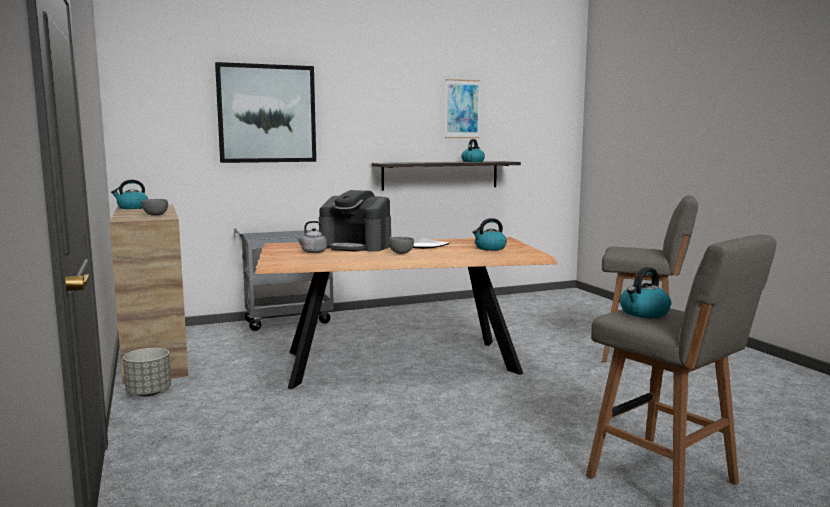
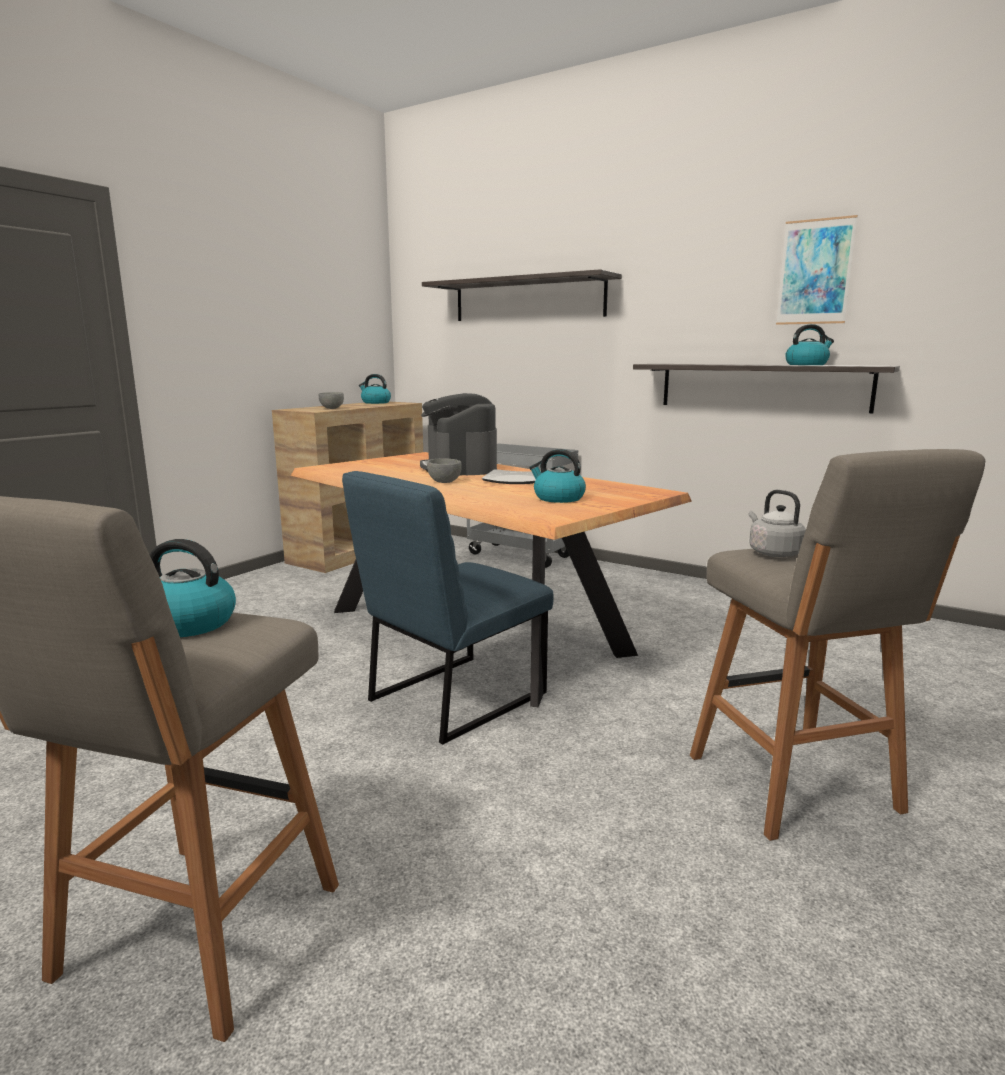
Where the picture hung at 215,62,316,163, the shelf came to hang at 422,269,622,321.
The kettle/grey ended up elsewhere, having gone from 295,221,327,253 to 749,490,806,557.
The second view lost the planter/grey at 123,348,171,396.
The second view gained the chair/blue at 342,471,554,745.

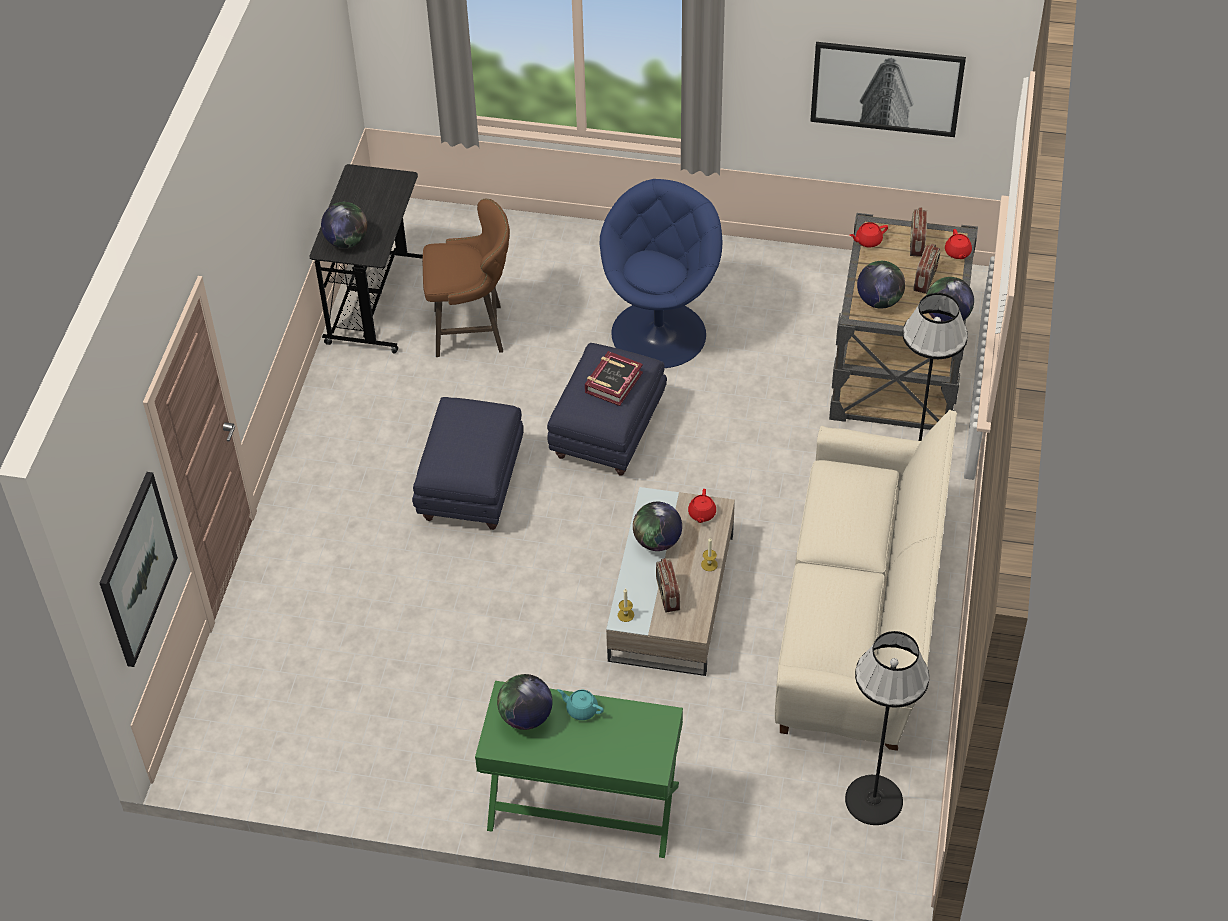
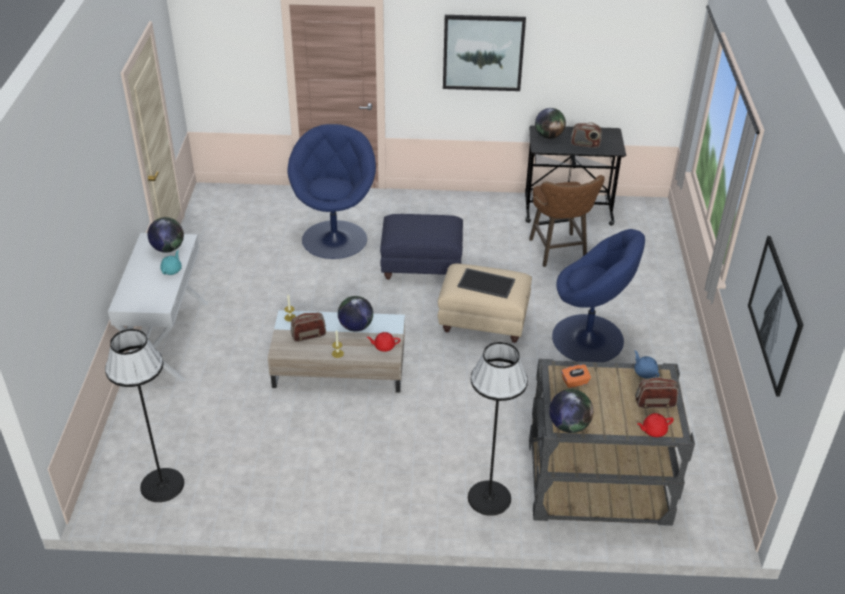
What was the teapot/red at 849,222,888,248 turned into the teapot/blue at 634,350,660,379.
The radio ended up elsewhere, having gone from 913,244,940,294 to 571,122,602,148.
Where the globe stood at 857,261,905,309, the tissue box/orange came to stand at 561,364,591,388.
What was the ottoman/blue at 547,343,667,475 turned into the ottoman/beige at 437,263,532,343.
Where the book stood at 585,351,643,406, the tray came to stand at 457,268,515,298.
The second view lost the sofa/beige at 775,410,957,751.
The picture ended up elsewhere, having gone from 100,472,178,667 to 443,15,526,91.
What was the console table/green at 475,681,683,858 turned into the console table/white at 108,233,208,382.
The second view gained the armchair/blue at 287,124,376,259.

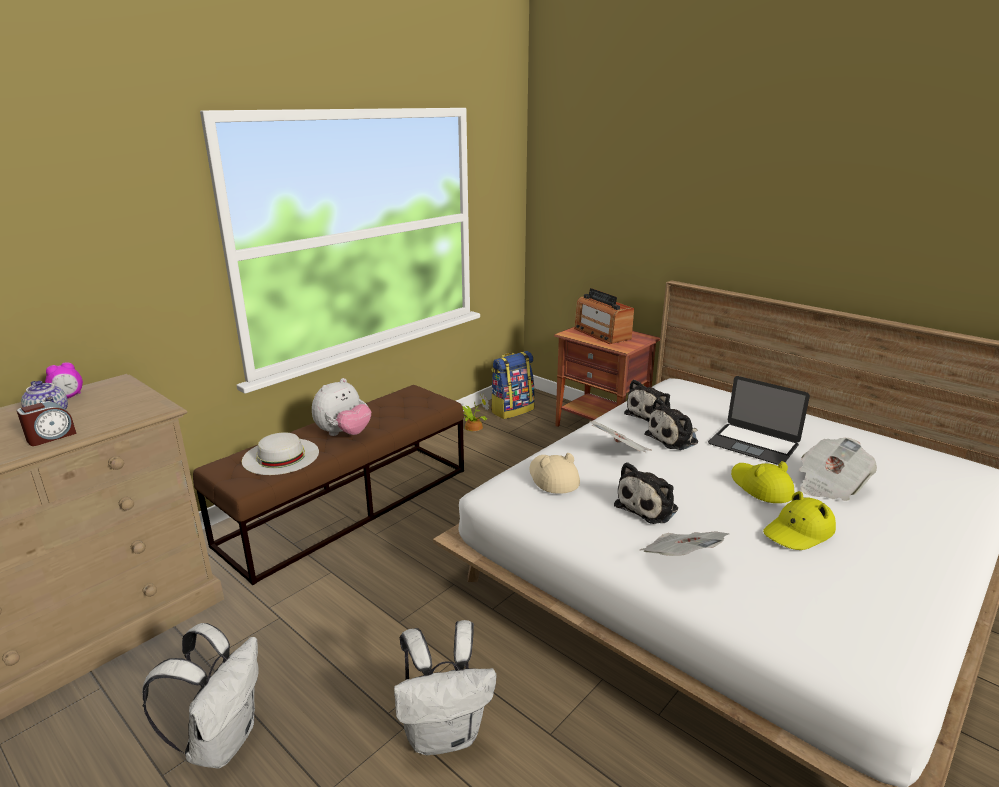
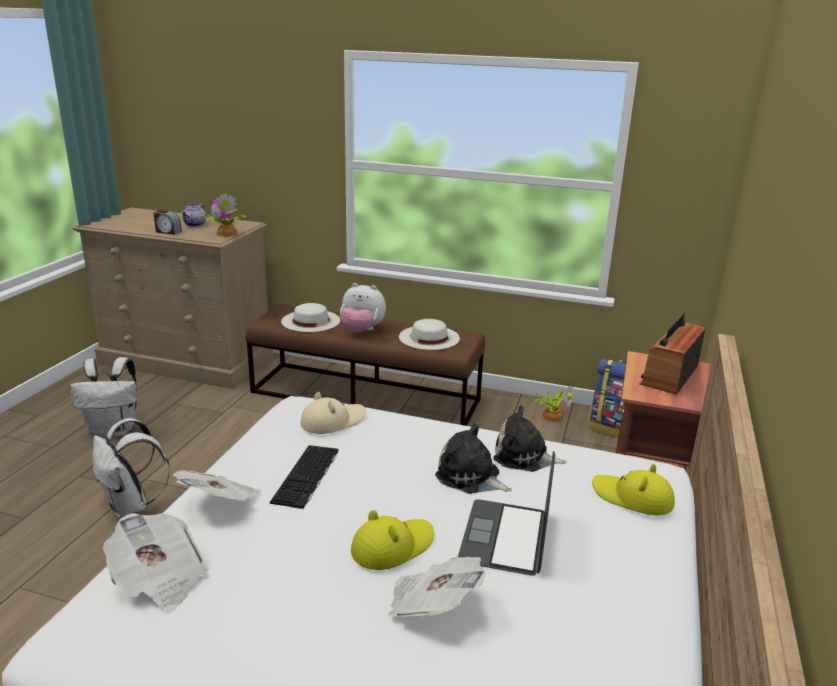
The newspaper ended up elsewhere, having gone from 589,421,652,452 to 103,513,207,610.
Where the plush toy stood at 614,462,678,524, the keyboard came to stand at 270,445,339,509.
The hat/yellow ended up elsewhere, having gone from 763,491,836,550 to 592,464,675,515.
The second view gained the potted plant at 203,193,246,237.
The second view gained the hat/white at 399,319,460,350.

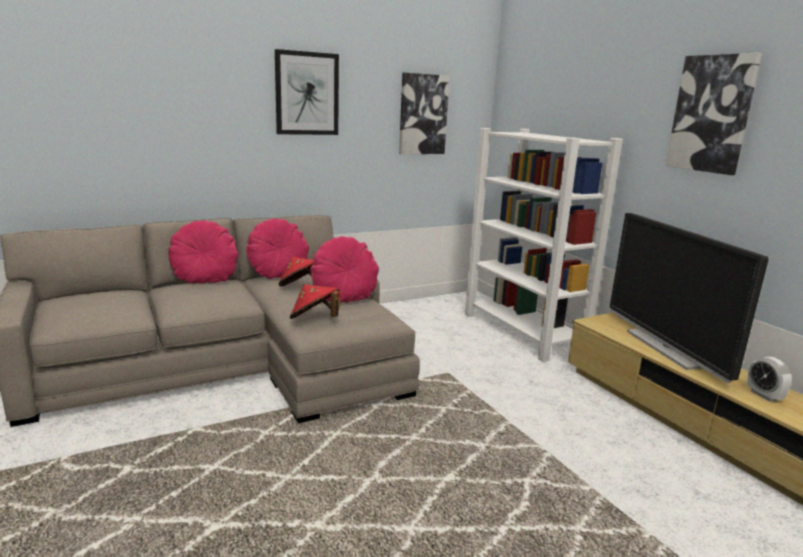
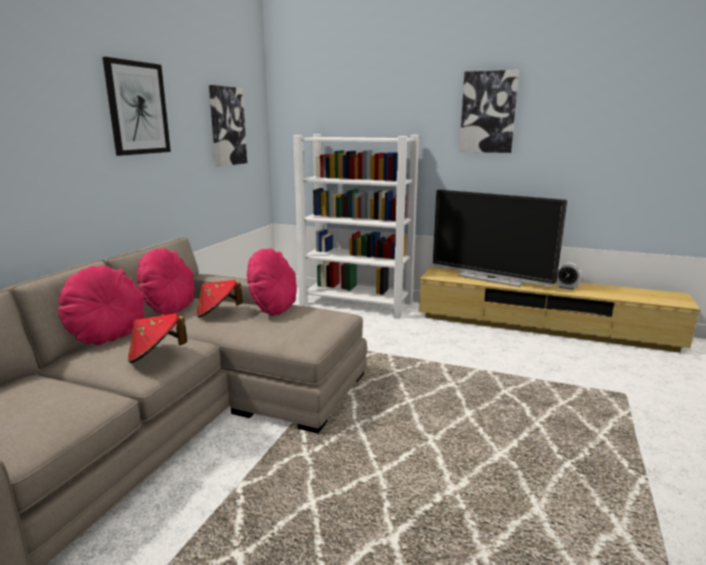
The hat/red ended up elsewhere, having gone from 290,284,340,319 to 128,313,187,364.

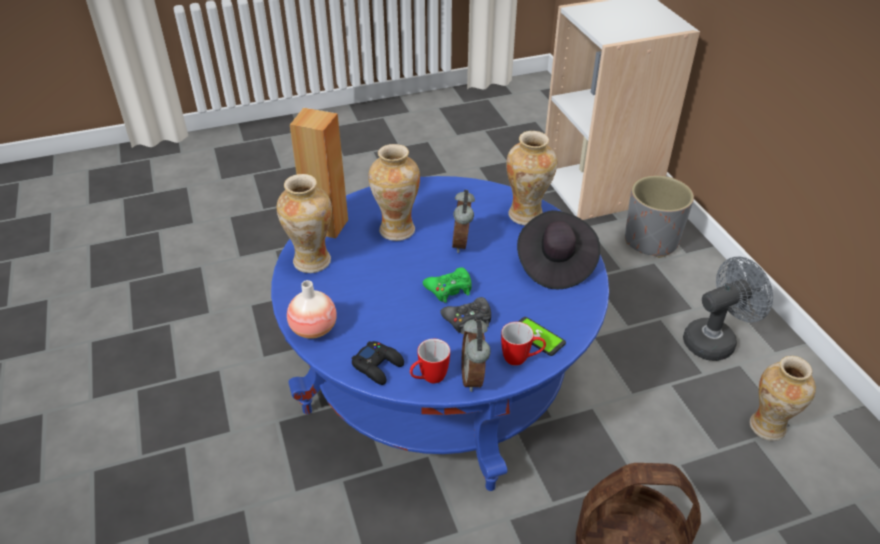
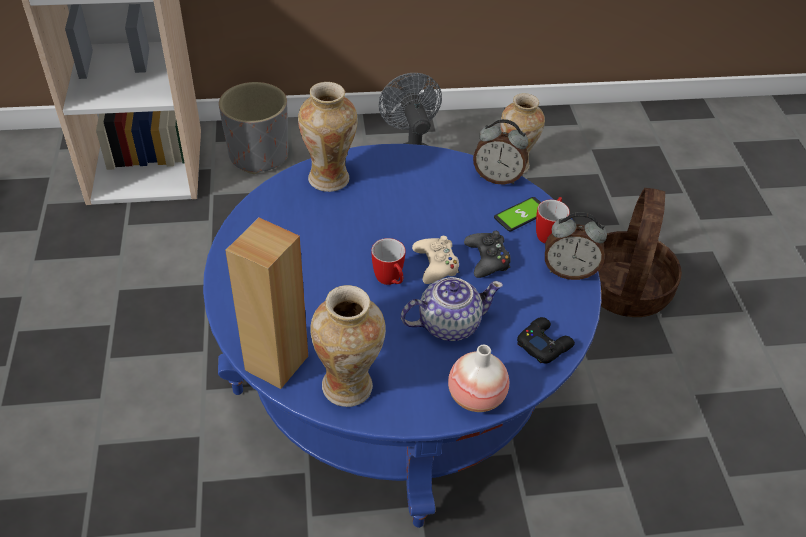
The second view lost the vase at 368,144,420,241.
The alarm clock ended up elsewhere, having gone from 452,190,475,253 to 473,119,528,185.
The second view lost the hat/black at 517,210,600,289.
What was the game controller/green at 423,267,472,303 turned into the game controller/beige at 412,236,459,284.
The mug ended up elsewhere, having gone from 410,339,450,383 to 371,238,406,285.
The second view gained the teapot at 401,277,503,341.

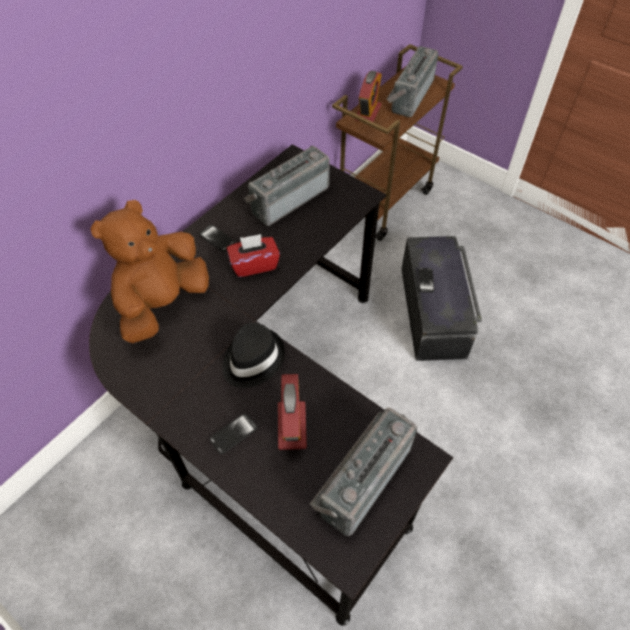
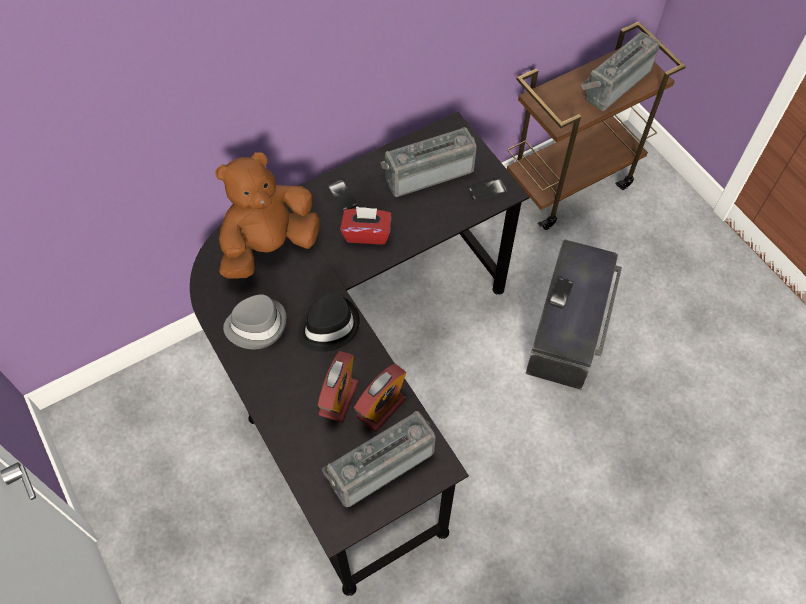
The alarm clock ended up elsewhere, having gone from 355,71,382,122 to 354,364,406,432.
The phone ended up elsewhere, having gone from 210,413,257,454 to 468,179,507,201.
The second view gained the hat/grey at 223,294,286,349.

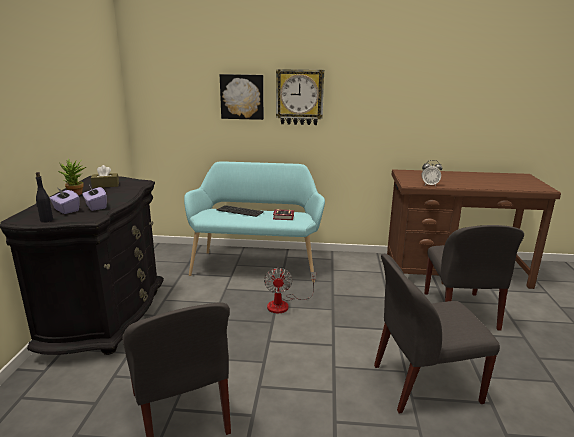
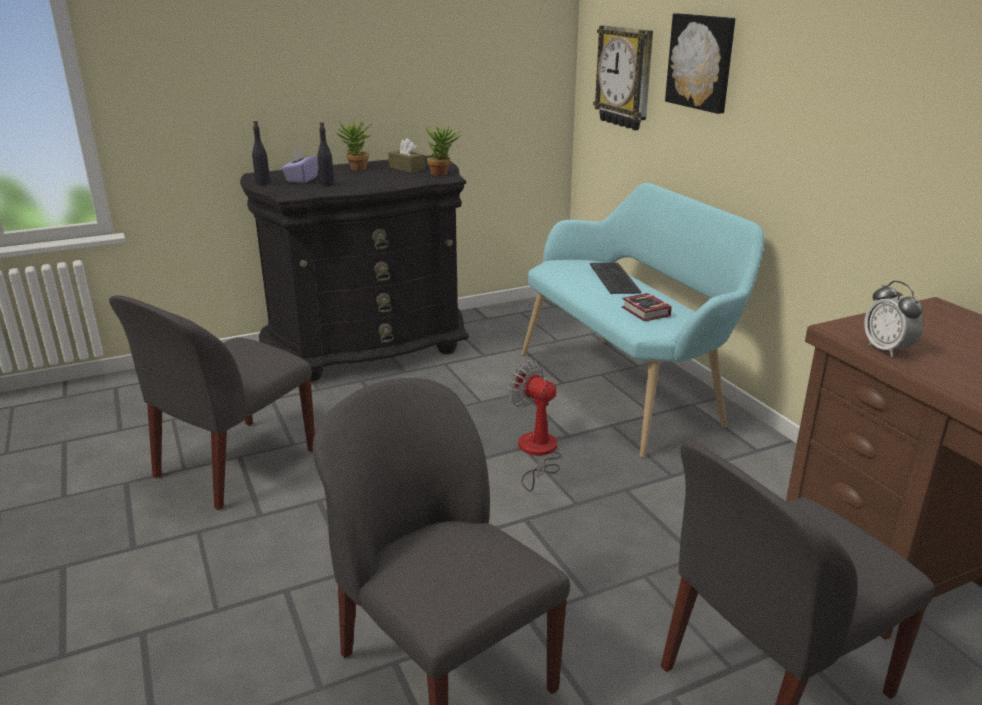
The wall clock ended up elsewhere, having gone from 276,69,324,125 to 593,25,653,130.
Where the tissue box/purple stood at 82,185,107,211, the bottle/black came to stand at 317,122,334,187.
The fan at 264,267,316,313 ended up facing another way, 75 degrees clockwise from before.
The second view gained the potted plant at 424,125,461,176.

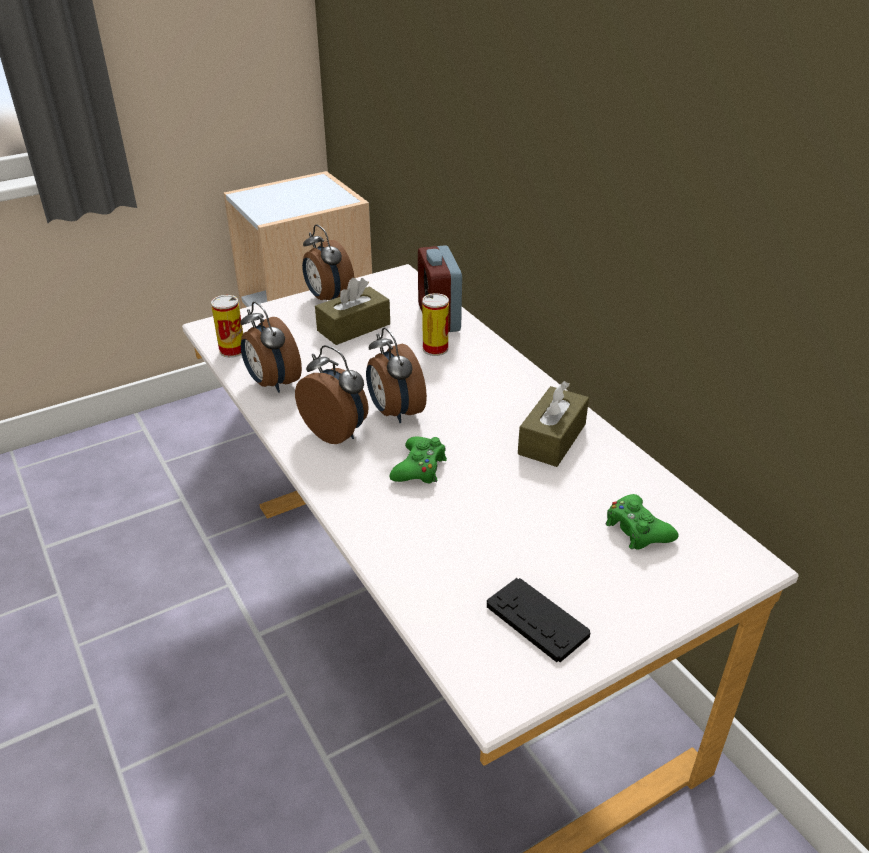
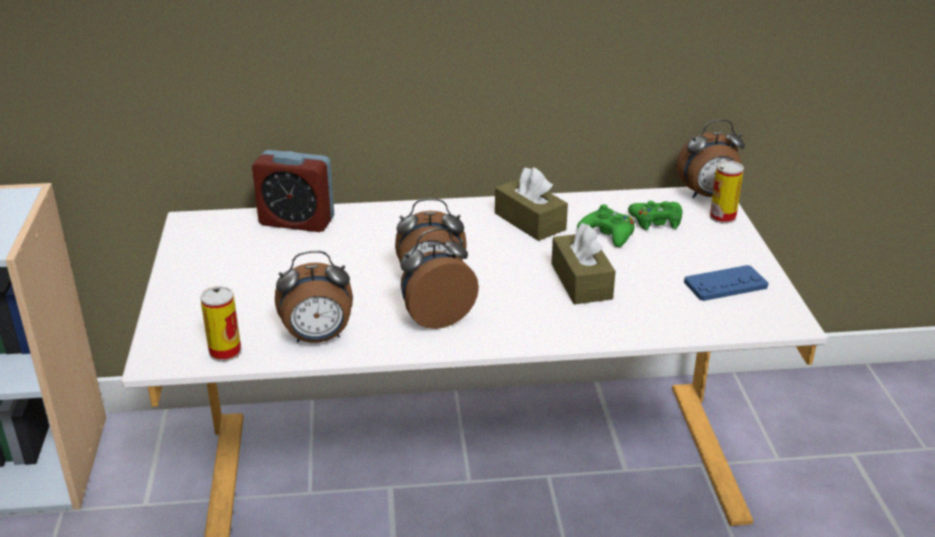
The alarm clock ended up elsewhere, having gone from 302,224,354,300 to 677,119,745,198.
The tissue box/brown ended up elsewhere, having gone from 315,278,390,345 to 551,223,616,304.
The can ended up elsewhere, having gone from 422,293,449,356 to 710,161,744,224.
The game controller/green ended up elsewhere, having gone from 389,437,447,483 to 577,204,635,247.
What was the game controller/black at 487,578,590,662 turned into the game controller/blue at 684,265,768,301.

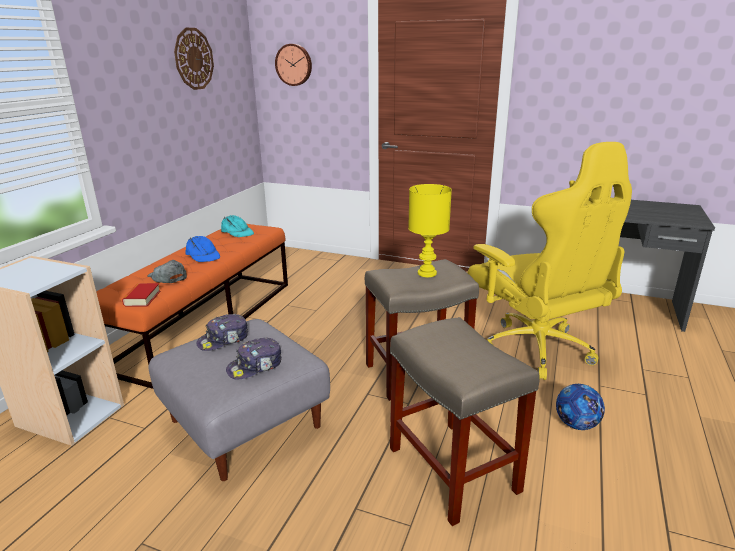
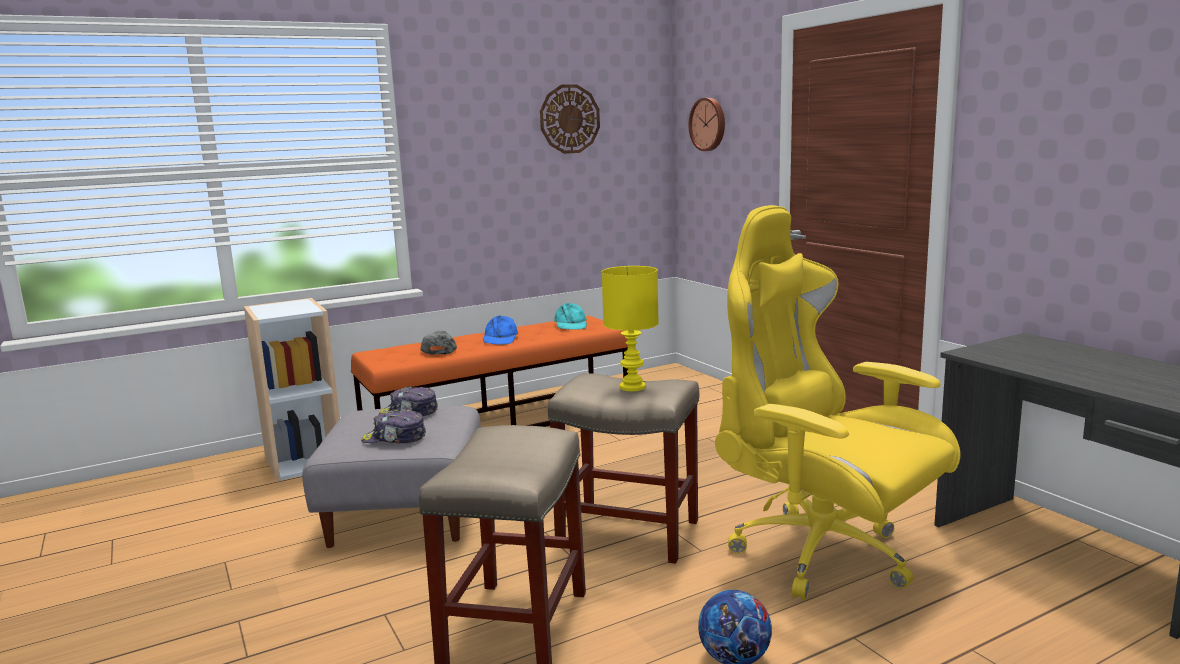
The office chair/yellow at 468,142,632,380 ended up facing another way, 120 degrees clockwise from before.
The second view lost the book at 122,283,160,307.

